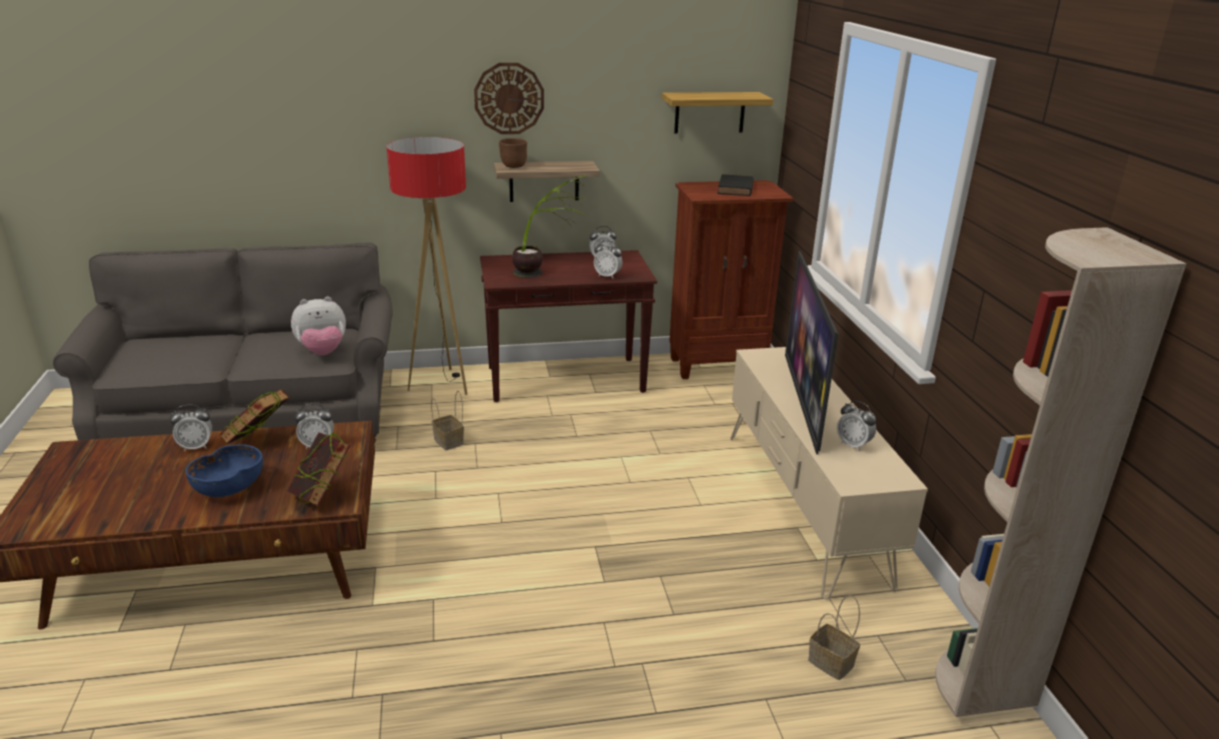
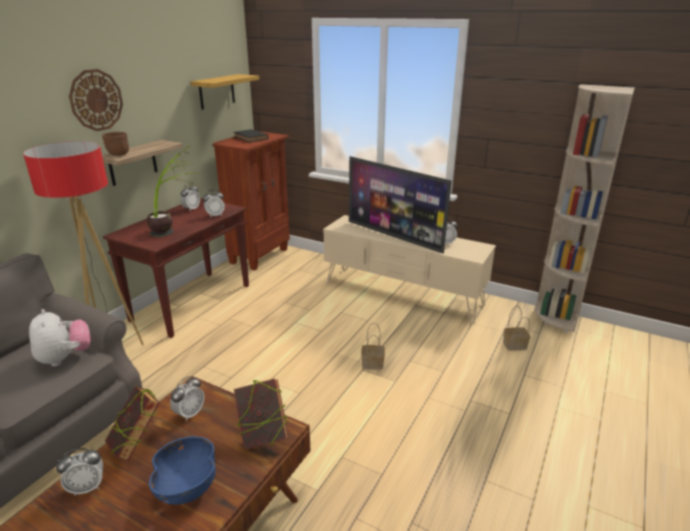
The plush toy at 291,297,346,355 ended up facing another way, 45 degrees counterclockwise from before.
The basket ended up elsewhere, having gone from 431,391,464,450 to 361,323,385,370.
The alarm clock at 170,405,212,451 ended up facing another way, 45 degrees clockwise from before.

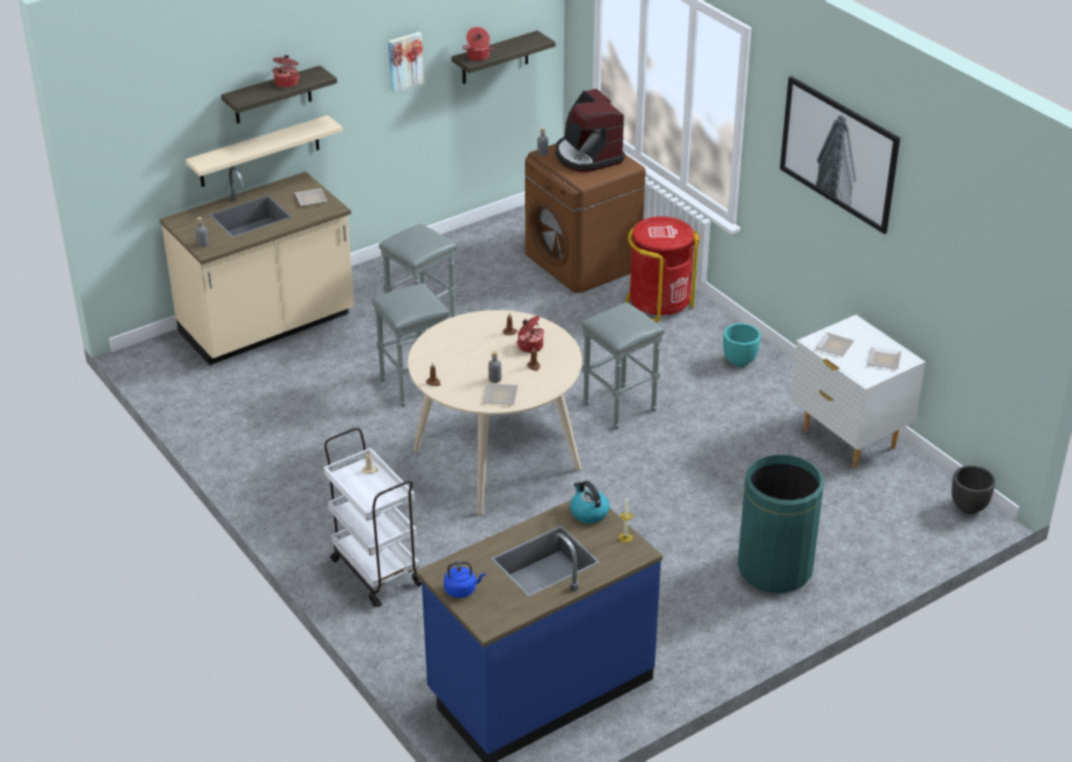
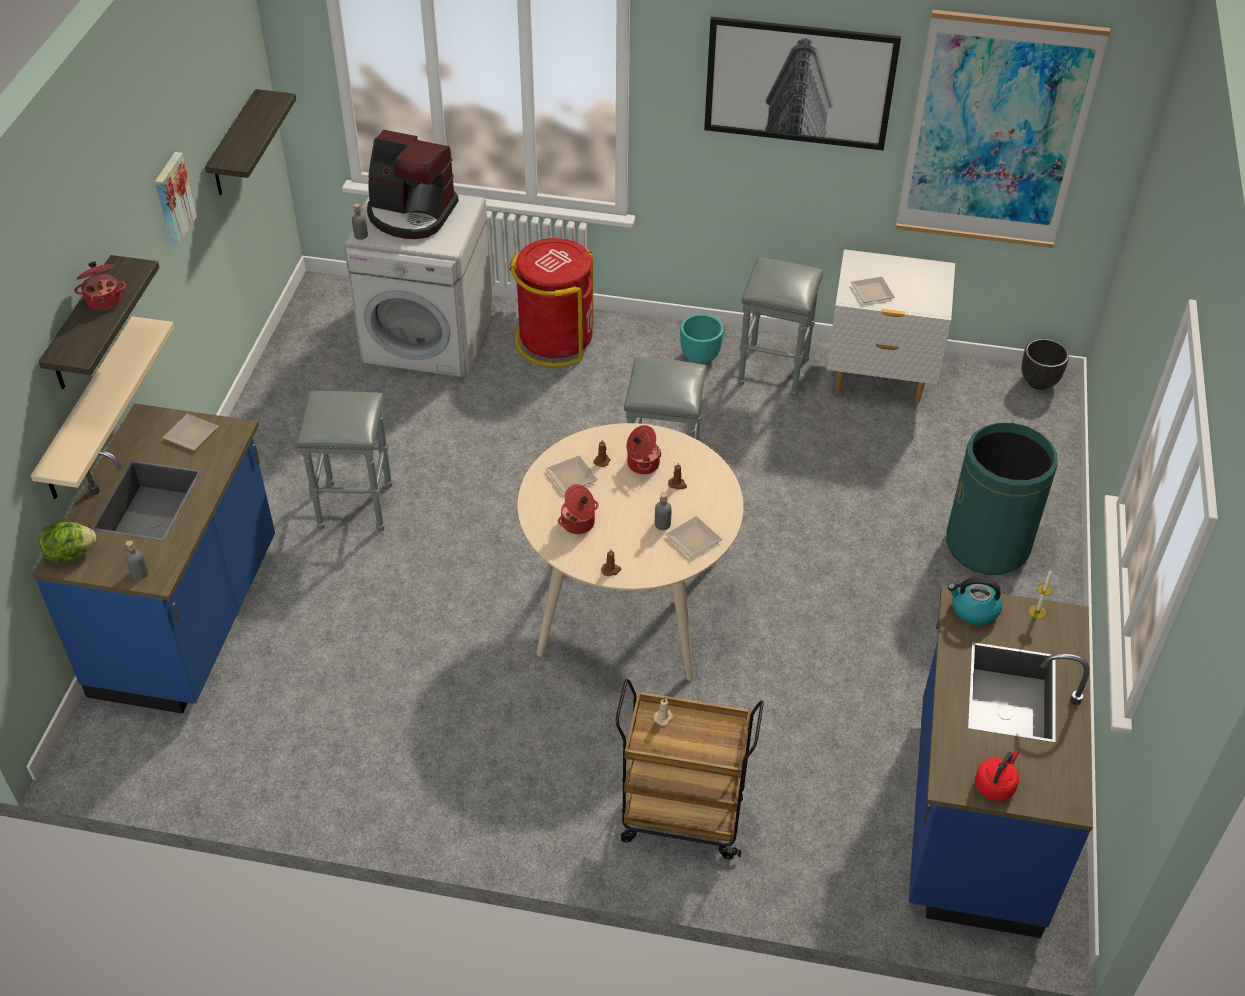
The cooking pot ended up elsewhere, having gone from 463,27,494,61 to 558,484,598,534.
What was the washing machine/brown at 525,144,646,293 turned into the washing machine/white at 344,194,493,377.
What was the counter/beige at 159,167,354,365 turned into the counter/blue at 32,403,275,714.
The stool/grey ended up elsewhere, having gone from 372,283,449,407 to 738,257,823,397.
The plate ended up elsewhere, having gone from 868,347,901,369 to 545,456,598,494.
What was the cart/white at 324,428,422,607 turned into the cart/brown at 616,679,764,859.
What was the kettle/blue at 444,561,485,598 turned into the kettle/red at 975,750,1019,801.
The second view gained the picture at 896,10,1110,248.
The second view gained the lettuce at 39,522,96,562.

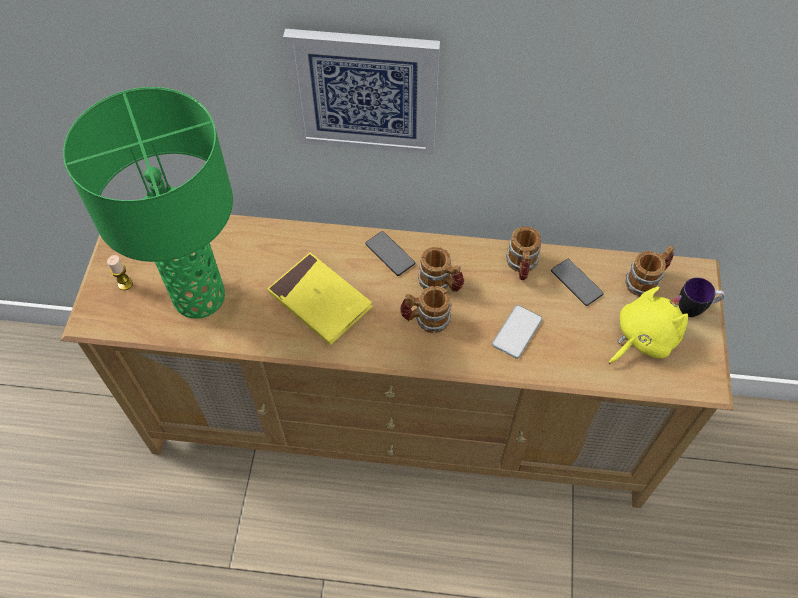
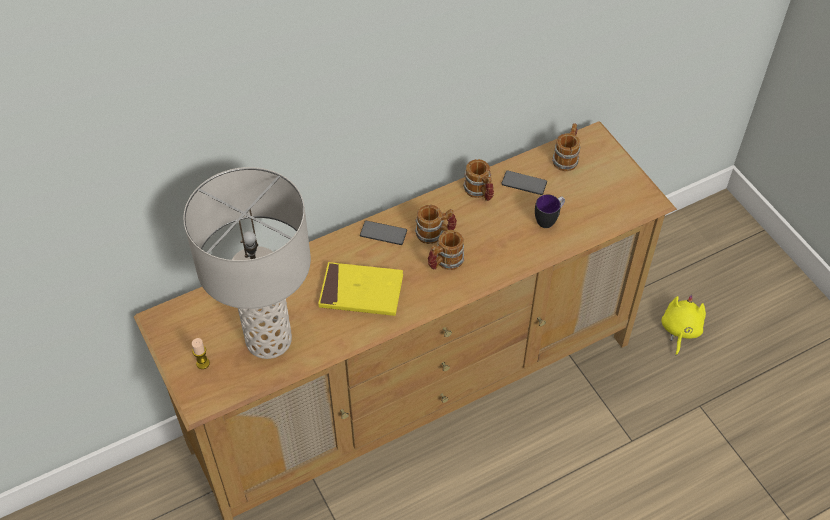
The second view lost the picture at 283,29,440,155.
What was the table lamp/green at 63,87,233,319 turned into the table lamp/white at 183,167,311,359.
The mug ended up elsewhere, having gone from 679,277,725,317 to 535,195,565,228.
The plush toy/yellow ended up elsewhere, having gone from 609,286,688,364 to 661,295,706,356.
The second view lost the phone at 492,305,542,358.

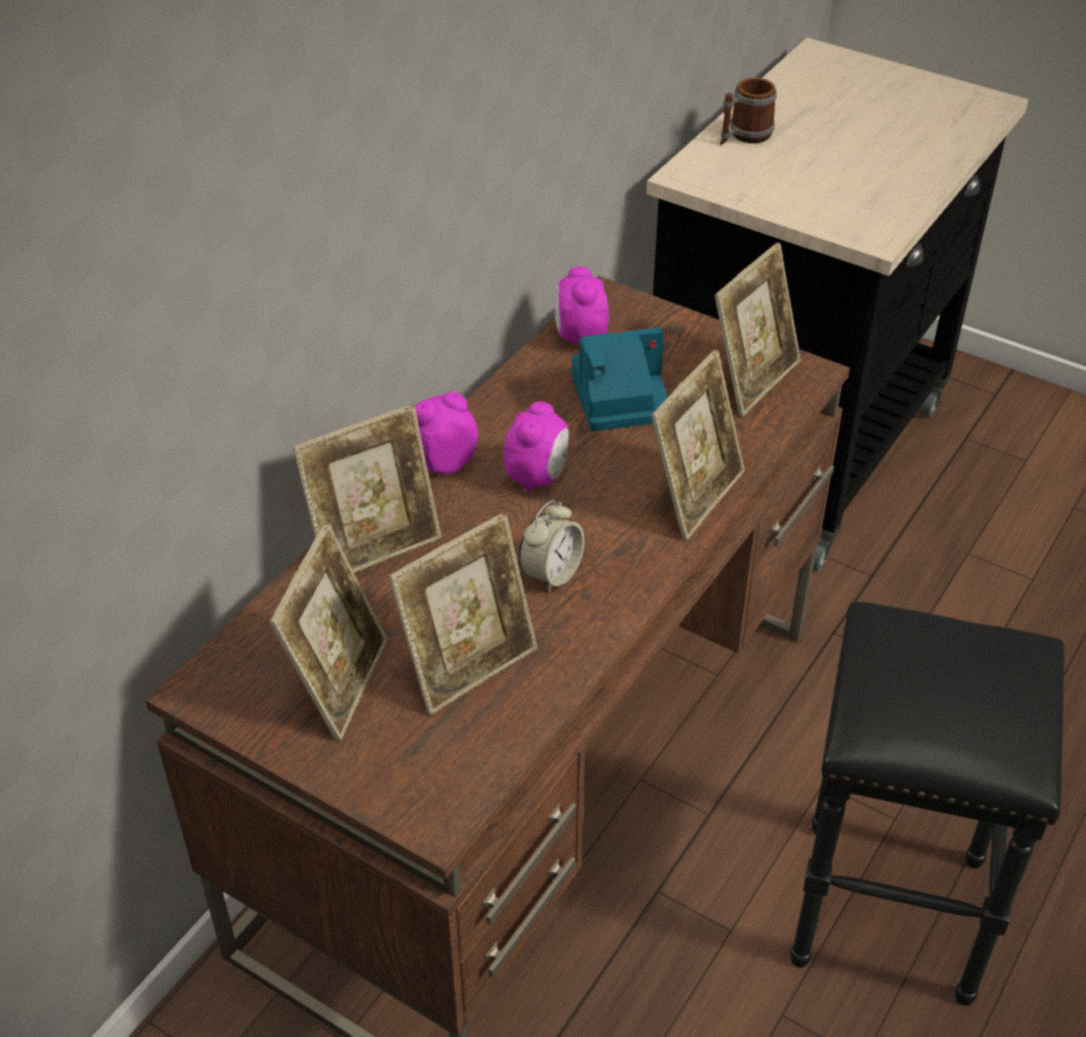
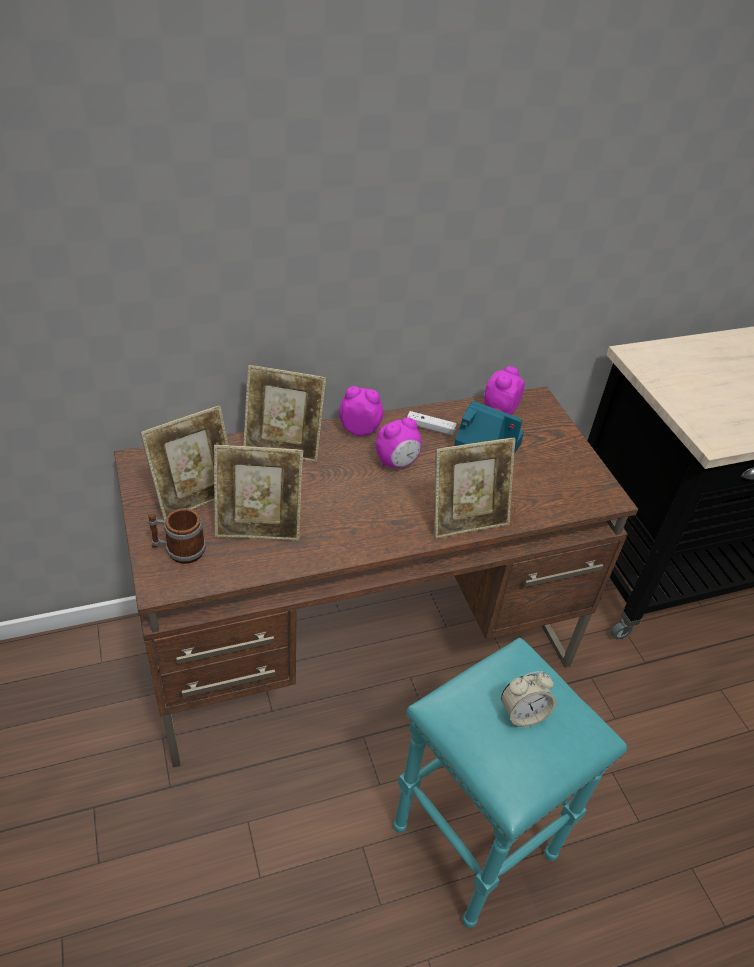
The mug ended up elsewhere, having gone from 720,78,777,145 to 148,508,206,564.
The second view lost the picture frame at 715,243,801,417.
The alarm clock ended up elsewhere, having gone from 519,500,584,592 to 501,671,556,727.
What was the stool/black at 790,602,1065,1006 turned into the stool/turquoise at 394,638,627,928.
The second view gained the game controller/white at 407,411,457,436.

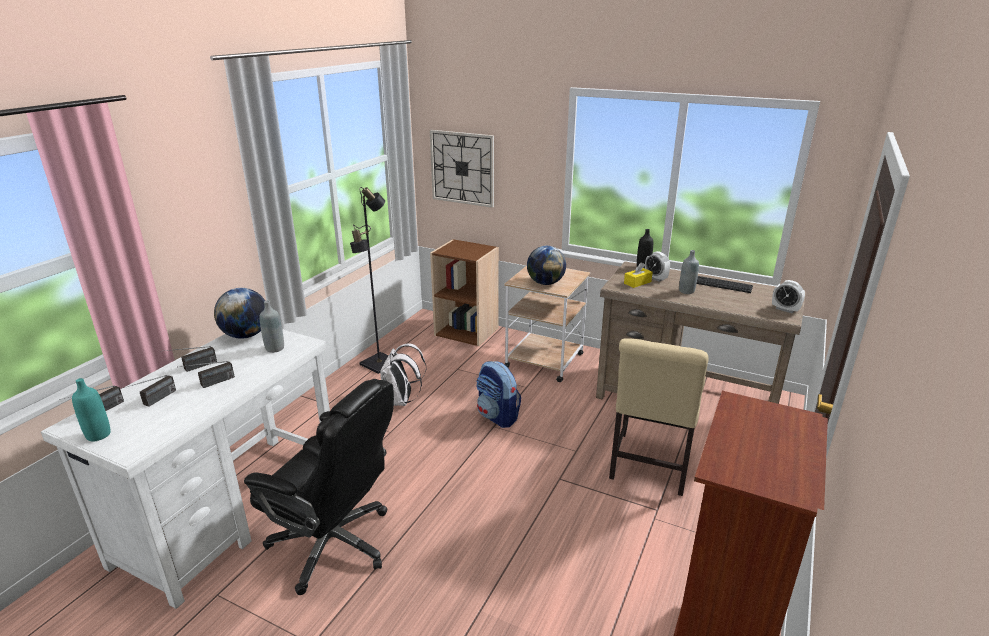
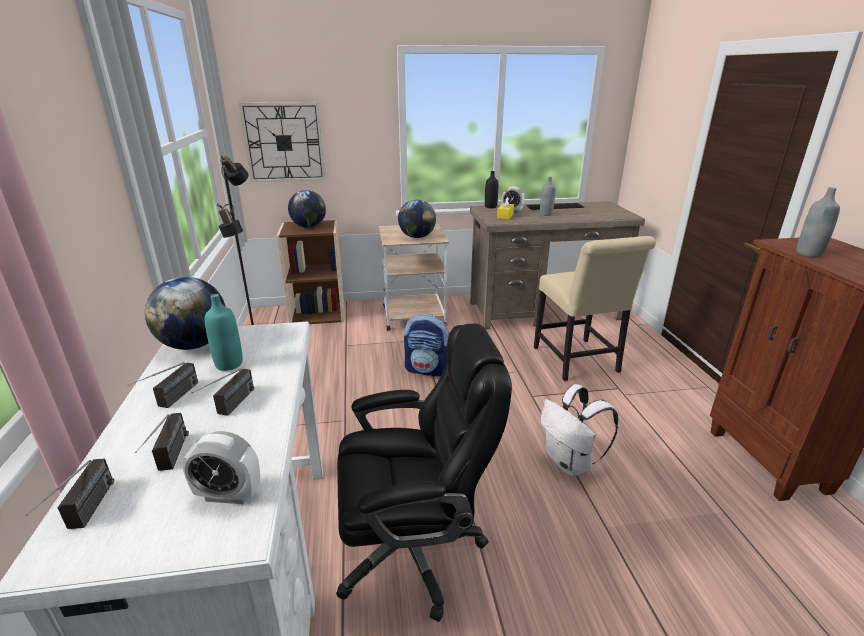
The alarm clock ended up elsewhere, having gone from 772,280,805,313 to 182,431,260,504.
The bottle/grey ended up elsewhere, having gone from 260,301,284,353 to 797,187,840,257.
The backpack/white ended up elsewhere, having gone from 380,344,427,406 to 541,384,618,476.
The bottle/turquoise ended up elsewhere, having gone from 72,378,111,442 to 205,294,243,371.
The second view gained the globe at 288,190,326,228.

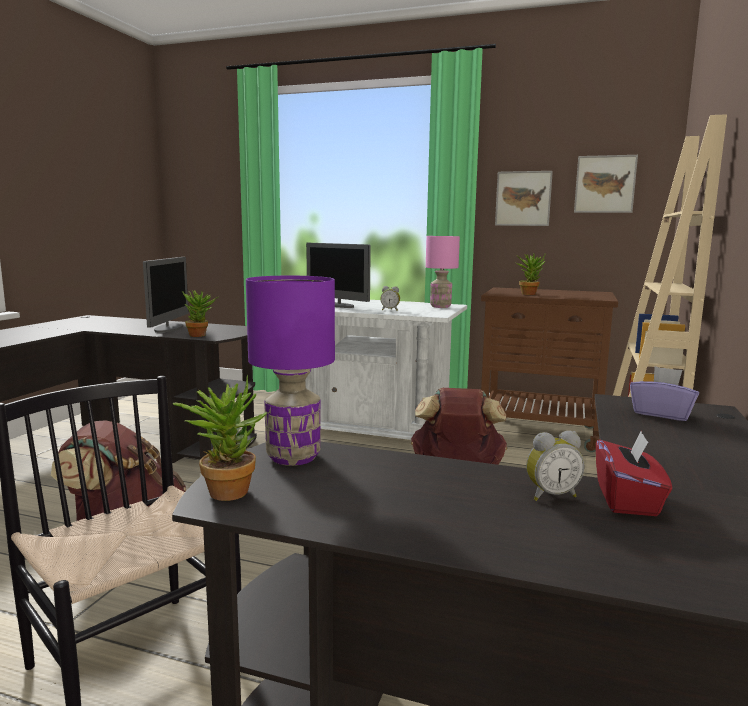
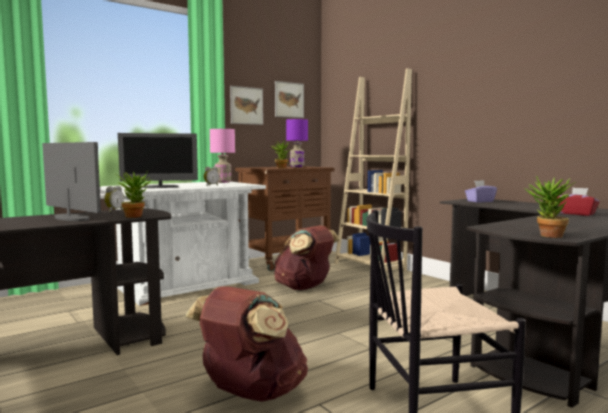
The table lamp/purple ended up elsewhere, having gone from 246,276,335,466 to 286,119,308,167.
The alarm clock ended up elsewhere, having gone from 526,431,584,501 to 104,186,124,212.

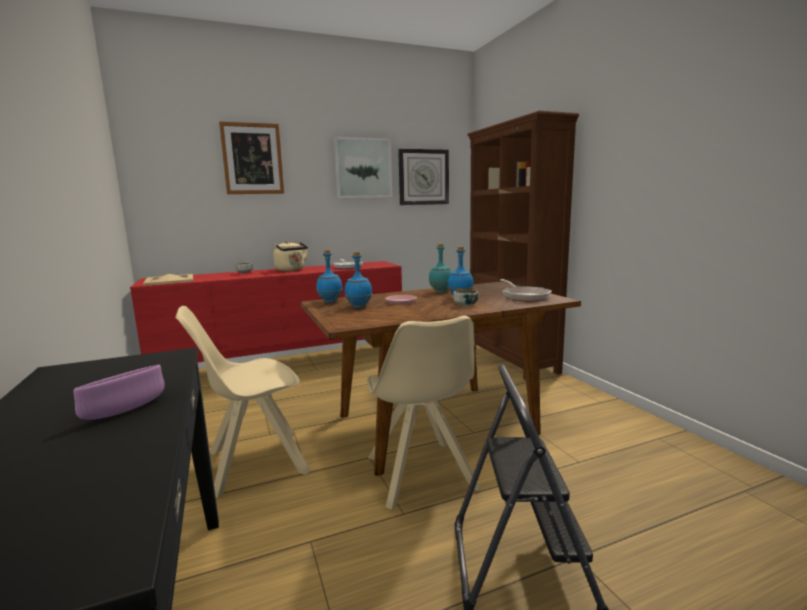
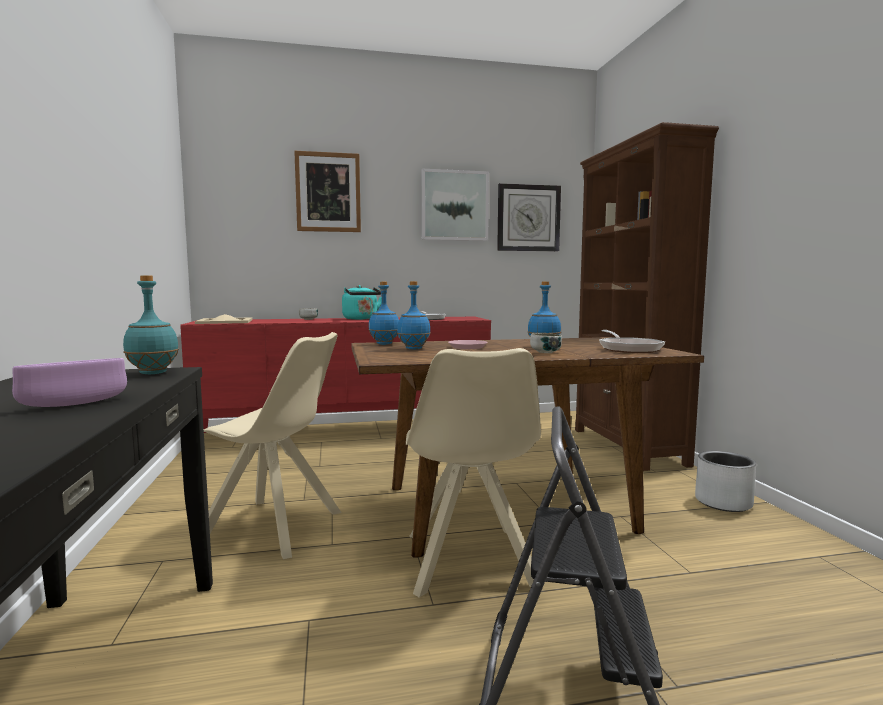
What was the kettle/beige at 273,241,308,271 turned into the kettle/turquoise at 342,285,381,320.
The bottle/turquoise ended up elsewhere, having gone from 429,244,451,293 to 123,275,179,374.
The chair/beige at 175,306,310,498 ended up facing another way, 150 degrees counterclockwise from before.
The second view gained the planter/grey at 695,451,756,512.

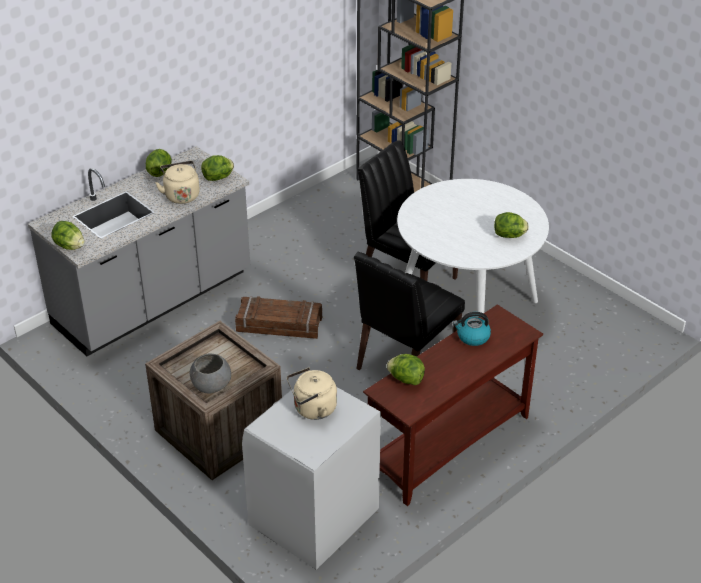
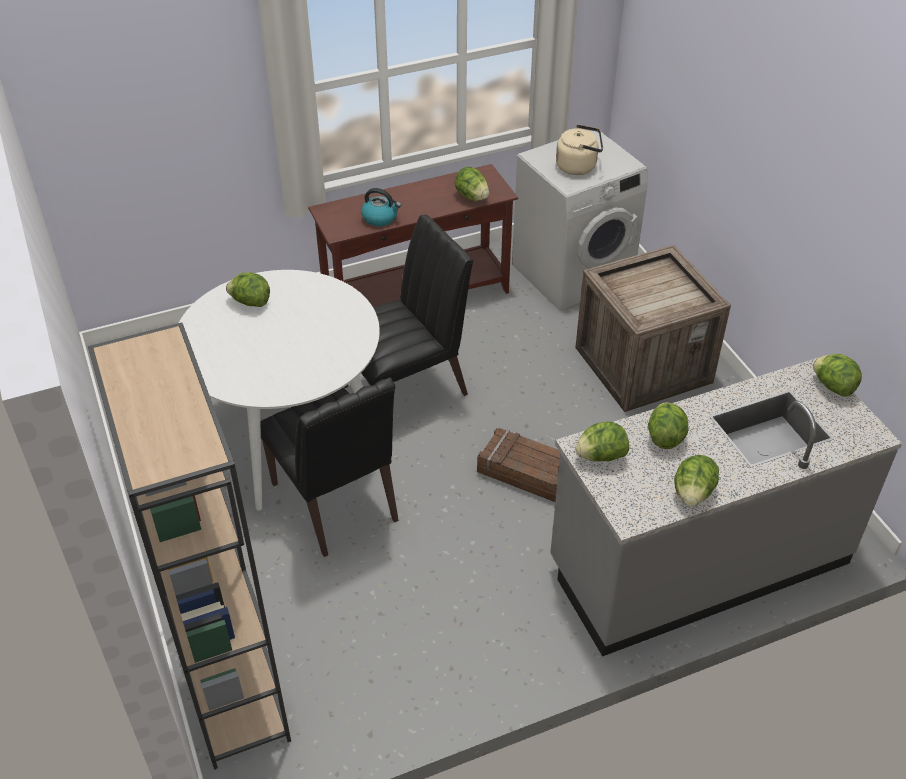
Where the kettle/beige stood at 155,161,200,204, the lettuce came to stand at 648,402,689,449.
The second view lost the bowl/grey at 189,354,231,394.

